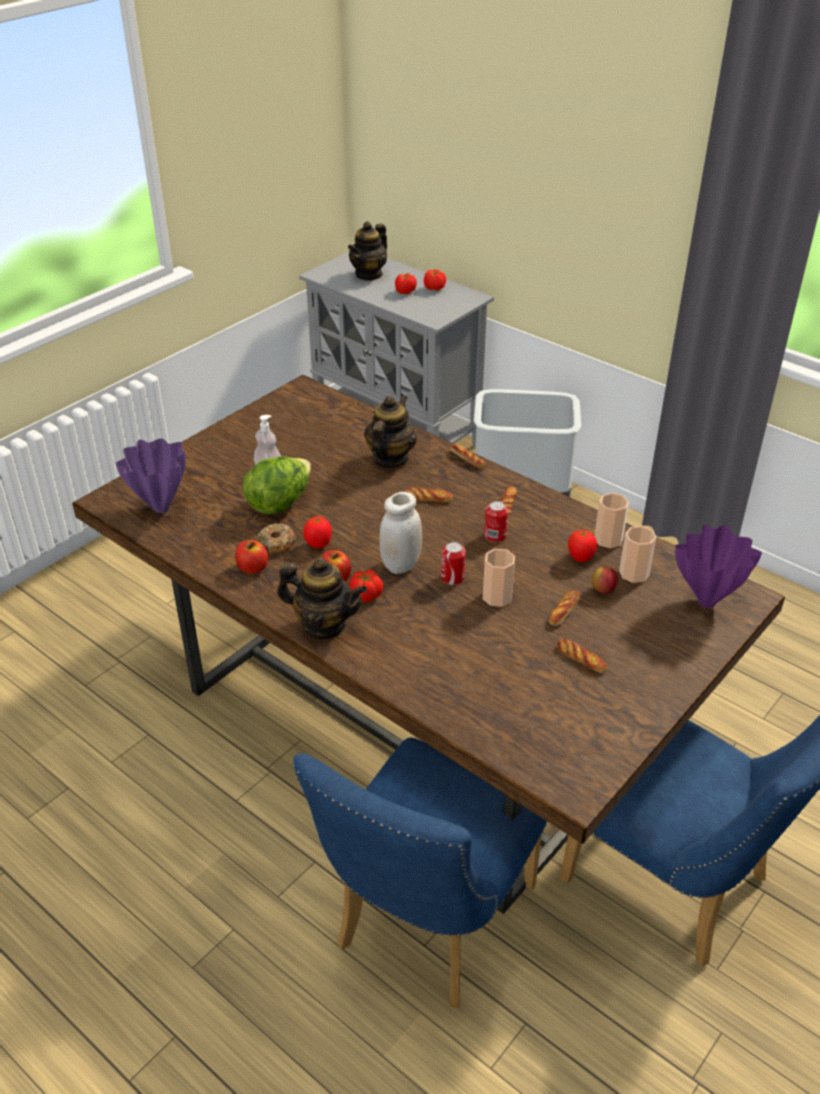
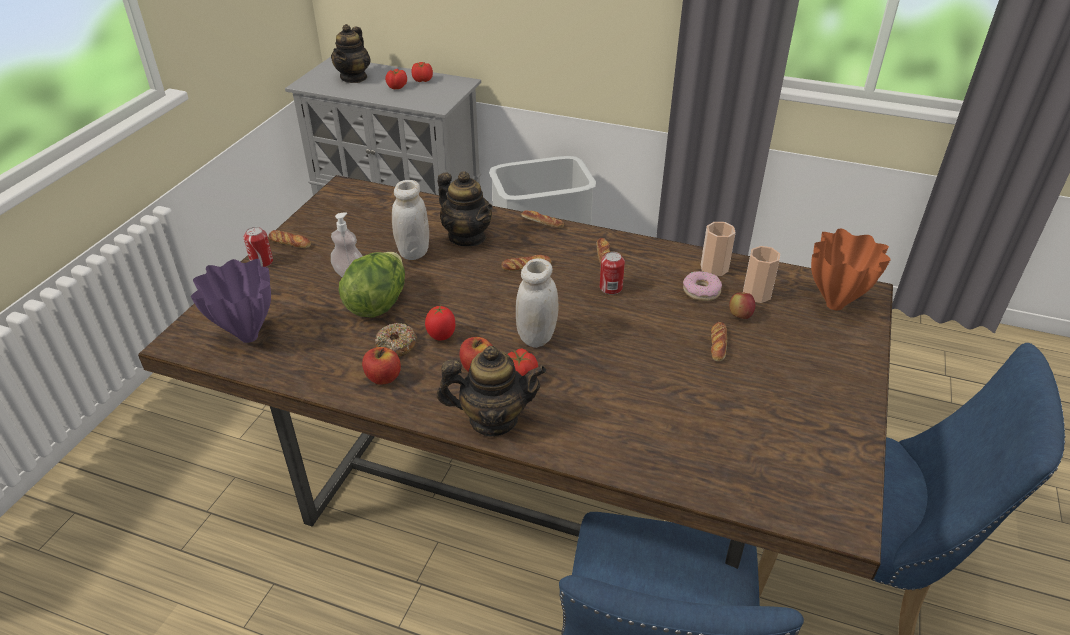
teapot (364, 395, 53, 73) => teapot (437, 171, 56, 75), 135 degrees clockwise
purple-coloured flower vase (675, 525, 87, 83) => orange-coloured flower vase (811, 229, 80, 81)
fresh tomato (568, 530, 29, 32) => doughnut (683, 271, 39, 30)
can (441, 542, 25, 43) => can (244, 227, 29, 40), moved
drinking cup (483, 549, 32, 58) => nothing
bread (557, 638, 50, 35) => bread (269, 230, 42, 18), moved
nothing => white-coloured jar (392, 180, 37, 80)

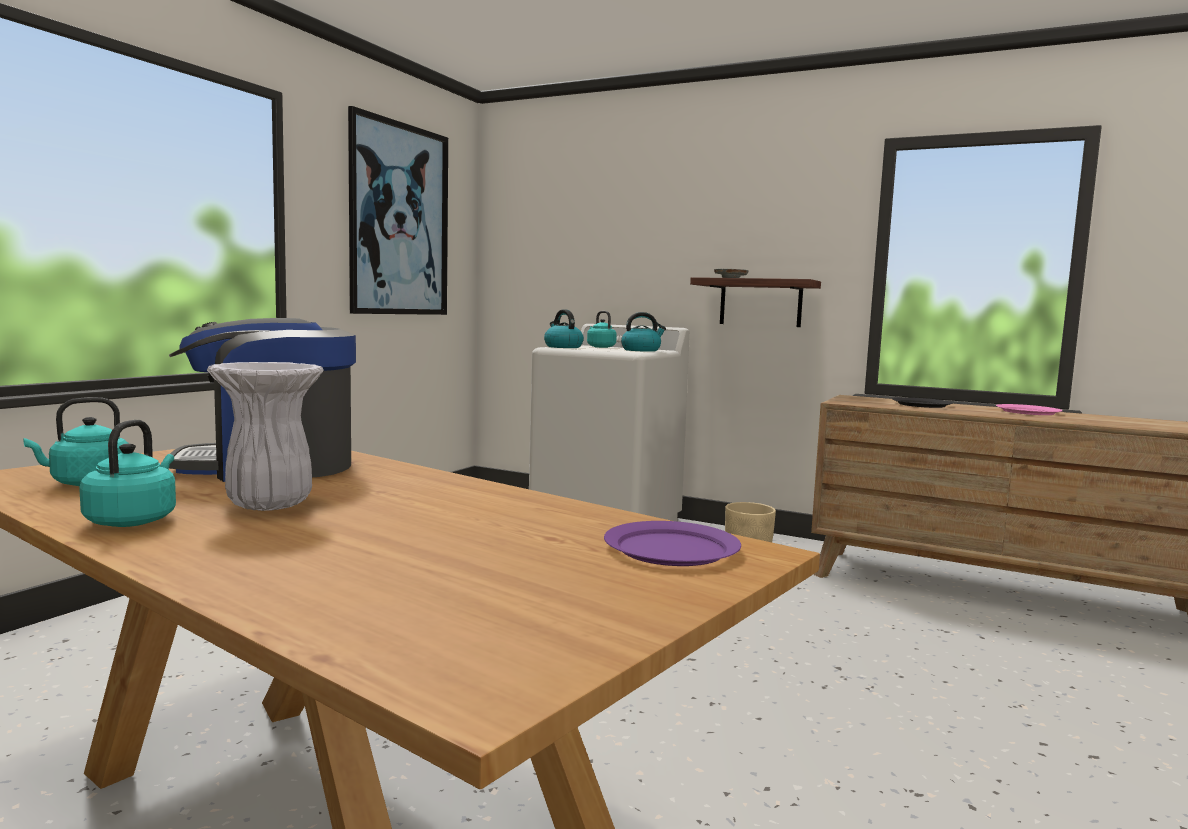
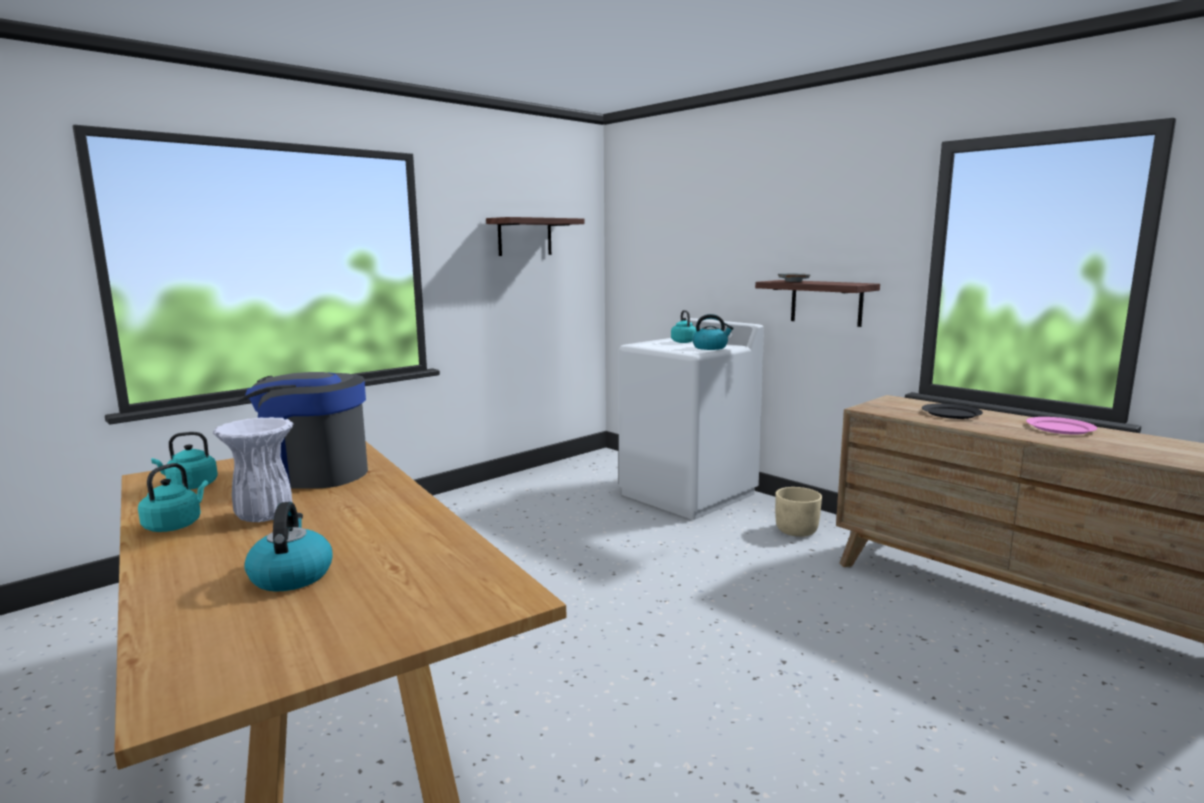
wall picture (348, 106, 100, 209) => wall shelf (486, 217, 99, 39)
tea kettle (544, 309, 40, 39) => tea kettle (244, 502, 88, 90), moved
purple-coloured flat dish (604, 521, 137, 45) => nothing

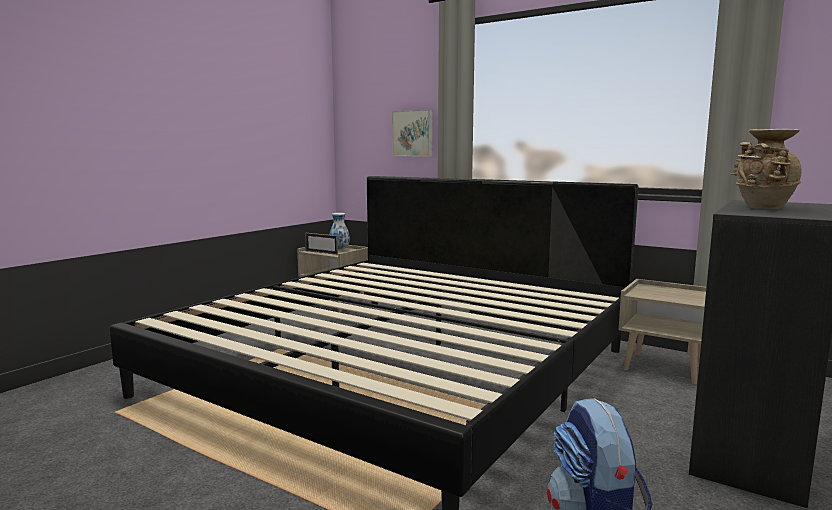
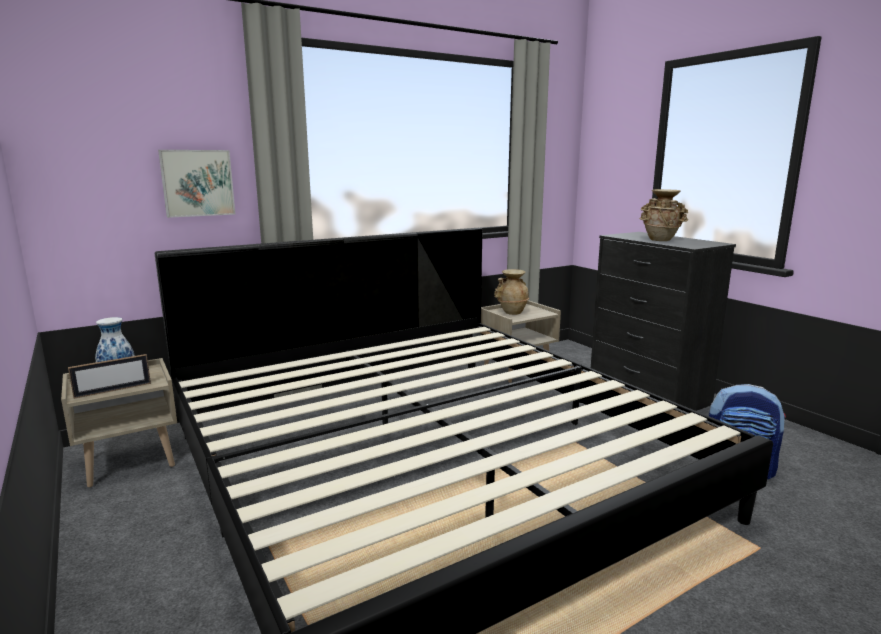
nothing => sand-coloured flower vase (494, 269, 35, 46)

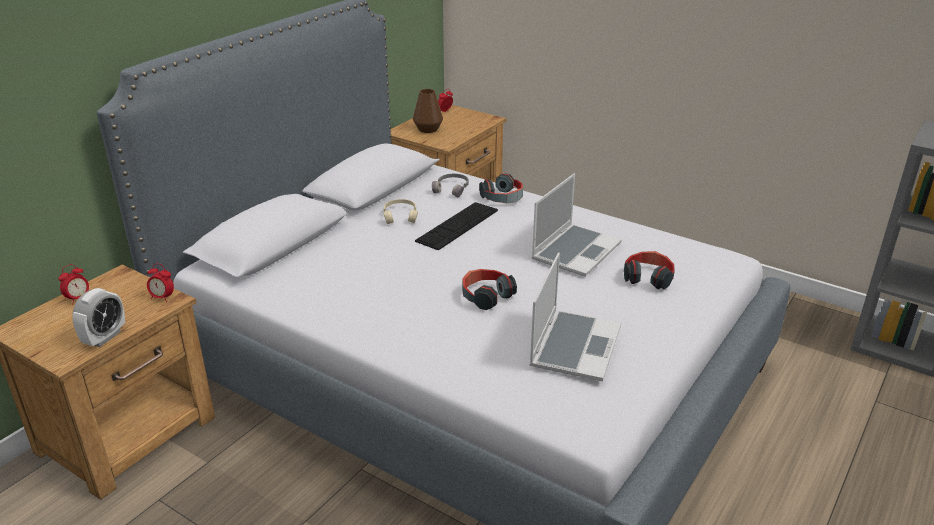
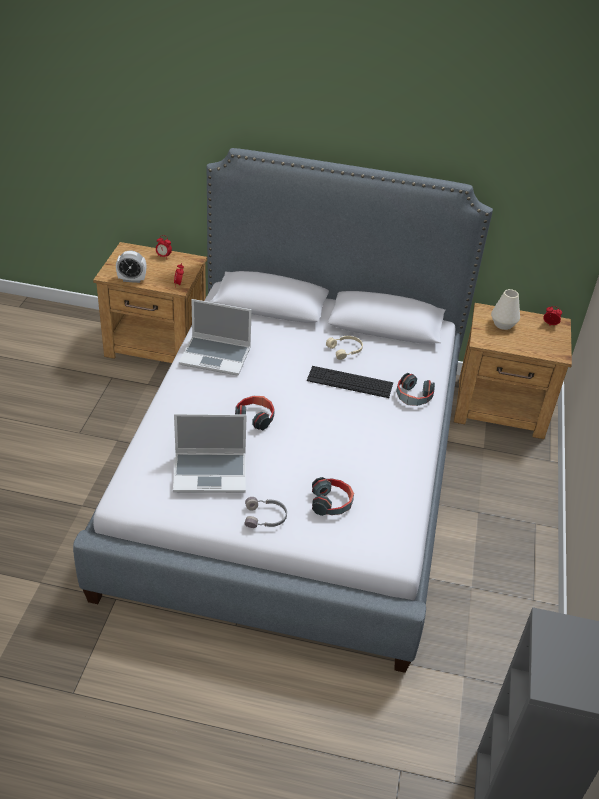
brown flower vase (413, 89, 30, 44) => white-coloured flower vase (491, 289, 29, 41)
notebook computer (532, 173, 90, 104) => notebook computer (179, 299, 73, 77), moved
gray headset (432, 174, 37, 24) => gray headset (244, 497, 43, 31), moved

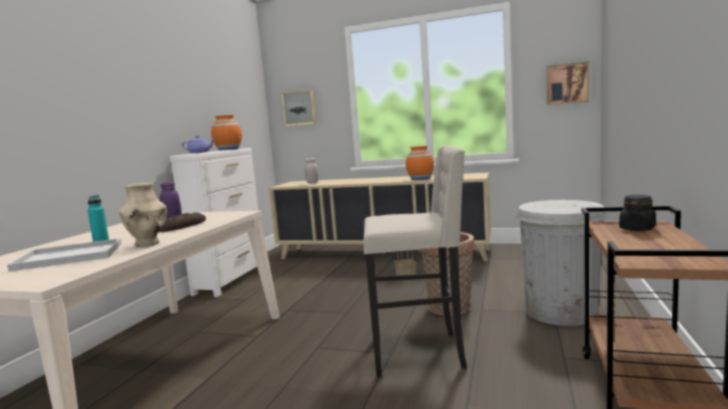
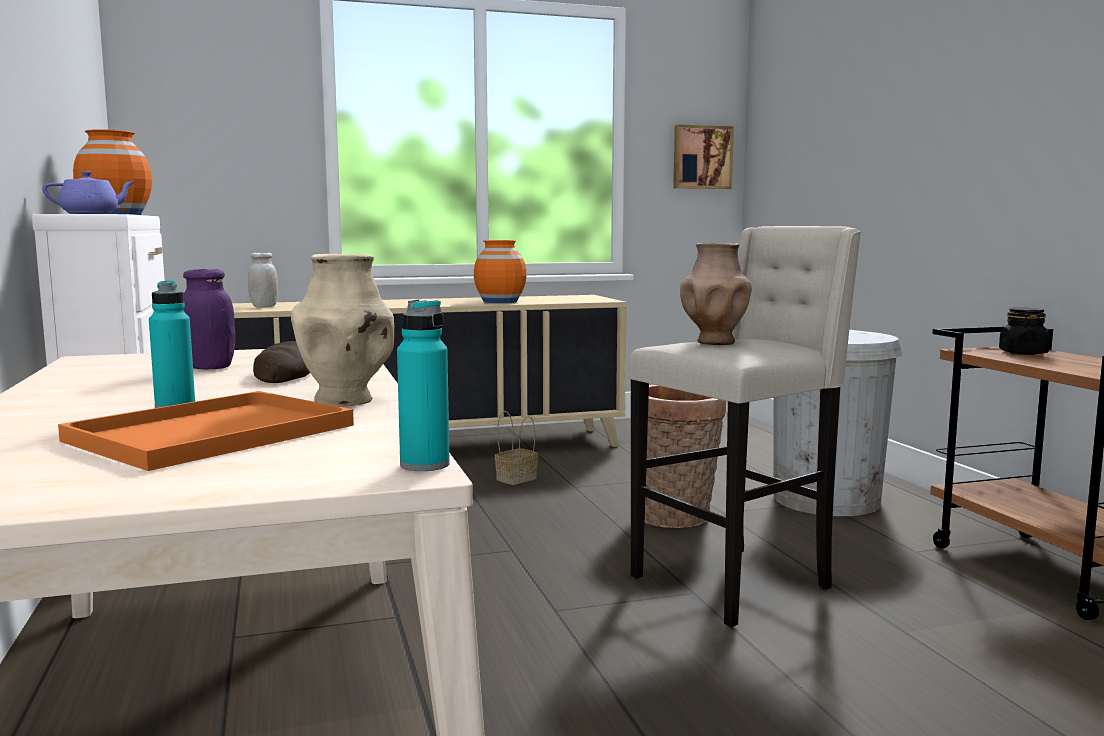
wall picture (282, 90, 34, 36) => nothing
white-coloured serving tray (7, 238, 115, 34) => orange-coloured serving tray (58, 391, 296, 80)
nothing => brown flower vase (680, 243, 72, 102)
nothing => turquoise-coloured beverage bottle (397, 300, 53, 171)

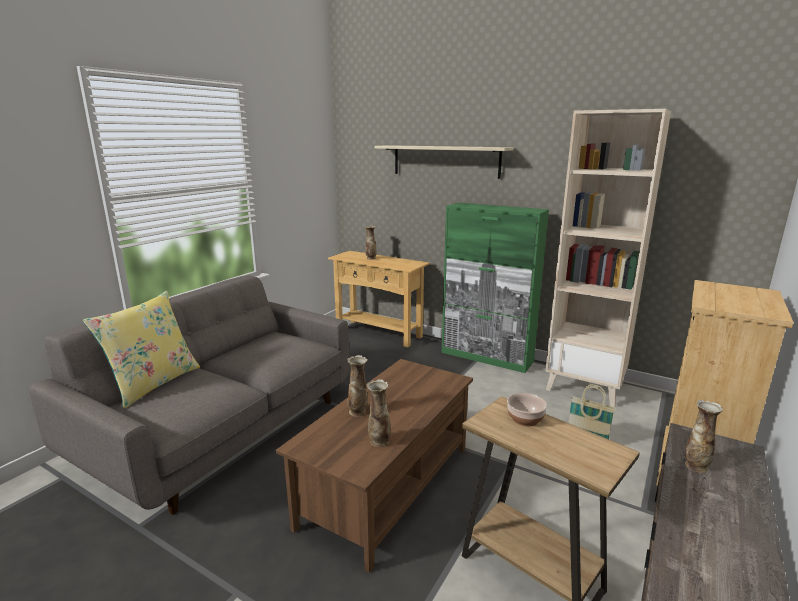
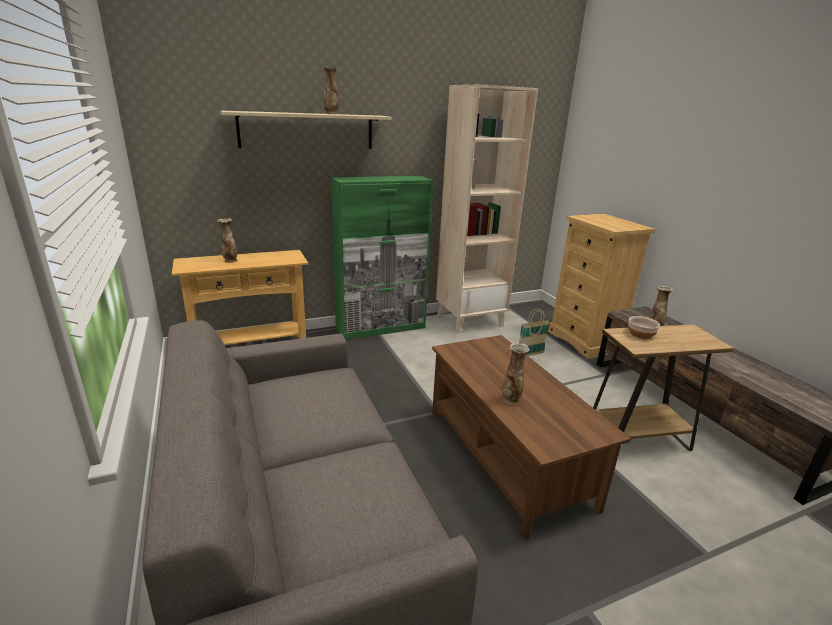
yellowish pillow (83, 291, 117, 118) => nothing
flower vase (367, 379, 24, 68) => flower vase (323, 67, 16, 47), moved

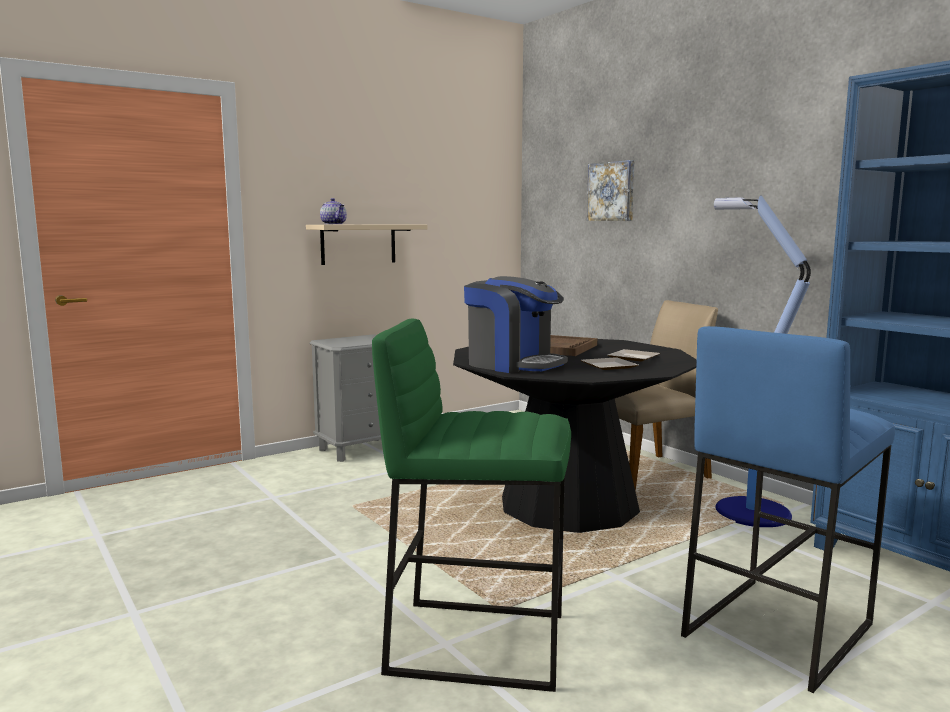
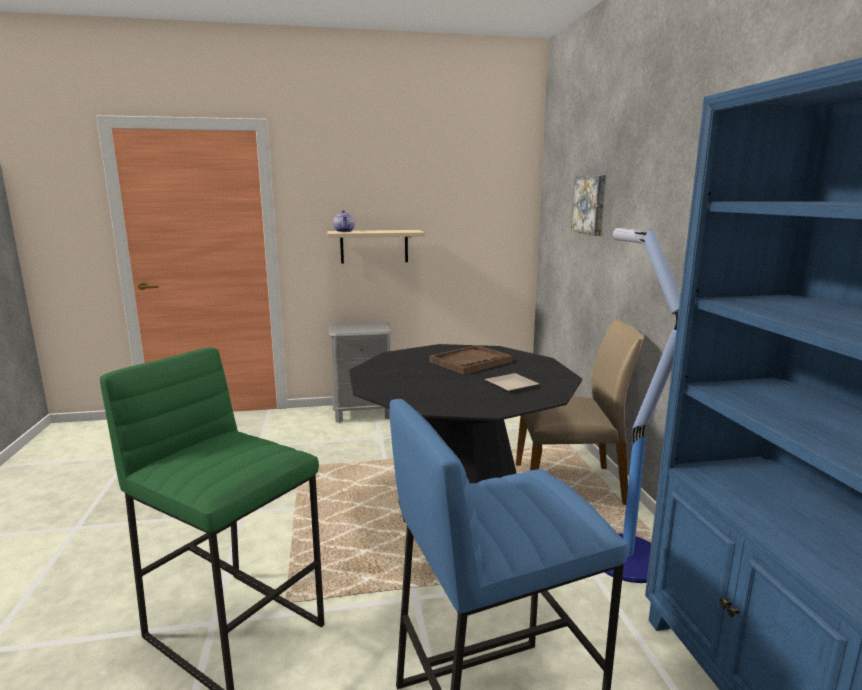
coffee brewer (464, 276, 104, 97) => nothing
flat dish (581, 357, 57, 13) => nothing

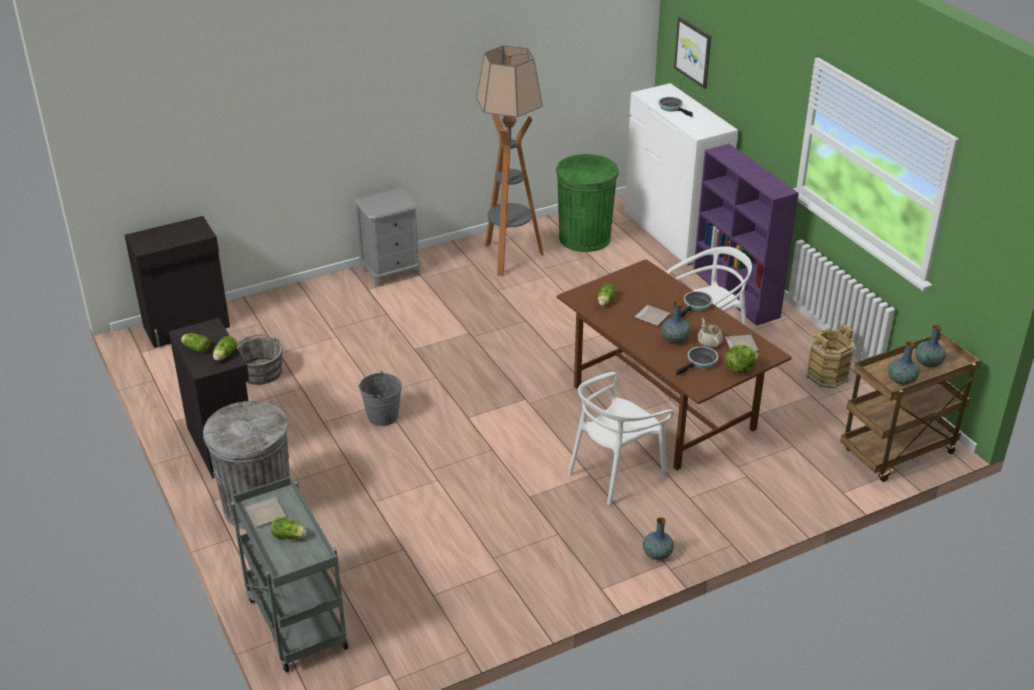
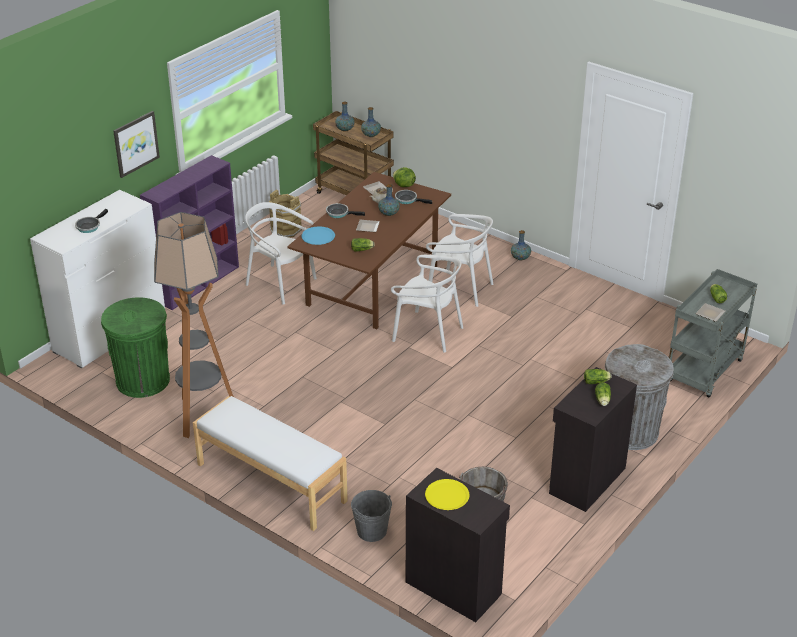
wall picture (674, 17, 37, 72) => wall picture (113, 111, 47, 67), moved
gray nightstand (354, 187, 67, 100) => white-coloured bench (193, 396, 155, 135)
gray bucket (358, 371, 44, 55) => gray bucket (351, 490, 41, 52), moved
nothing => bluish flat dish (302, 226, 33, 19)
nothing => white-coloured chair (391, 255, 72, 98)
nothing => yellowish flat dish (425, 479, 44, 31)

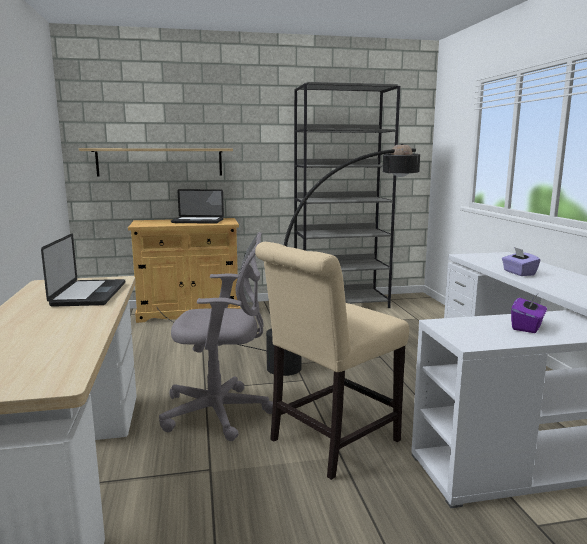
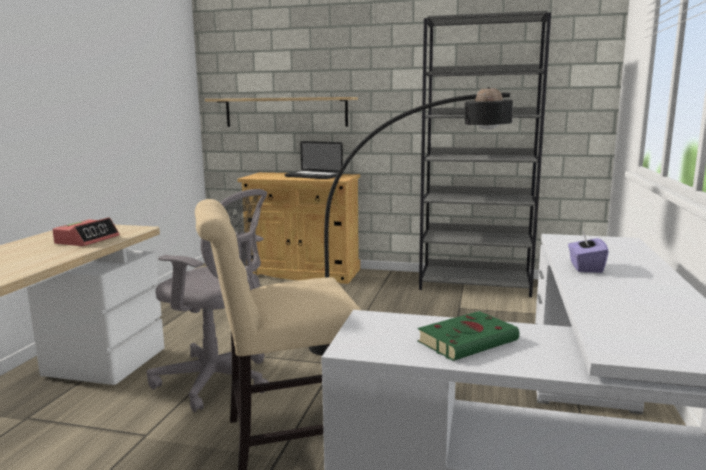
notebook computer (41, 234, 84, 73) => bedside clock (52, 217, 67, 29)
purple-coloured box of tissues (511, 294, 36, 39) => greenish book (417, 311, 102, 50)

